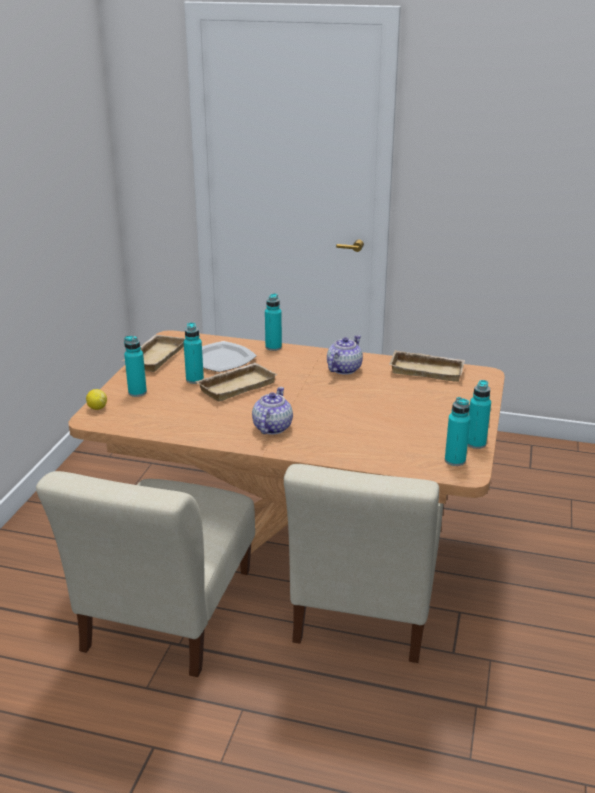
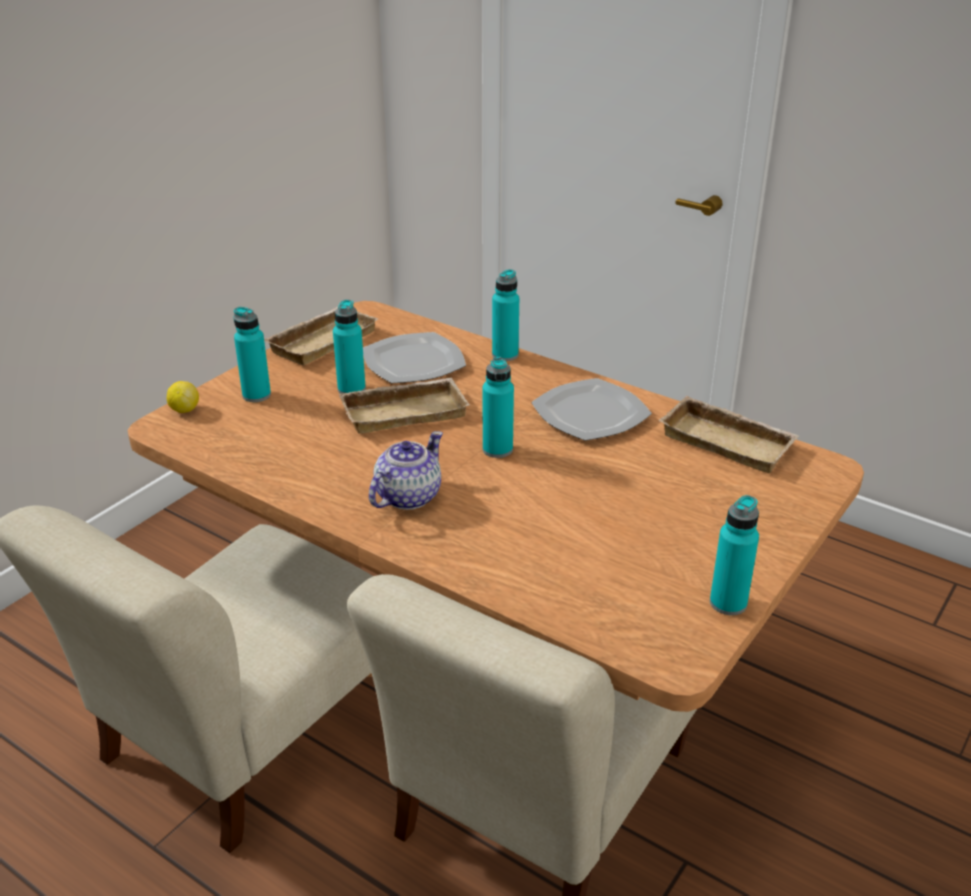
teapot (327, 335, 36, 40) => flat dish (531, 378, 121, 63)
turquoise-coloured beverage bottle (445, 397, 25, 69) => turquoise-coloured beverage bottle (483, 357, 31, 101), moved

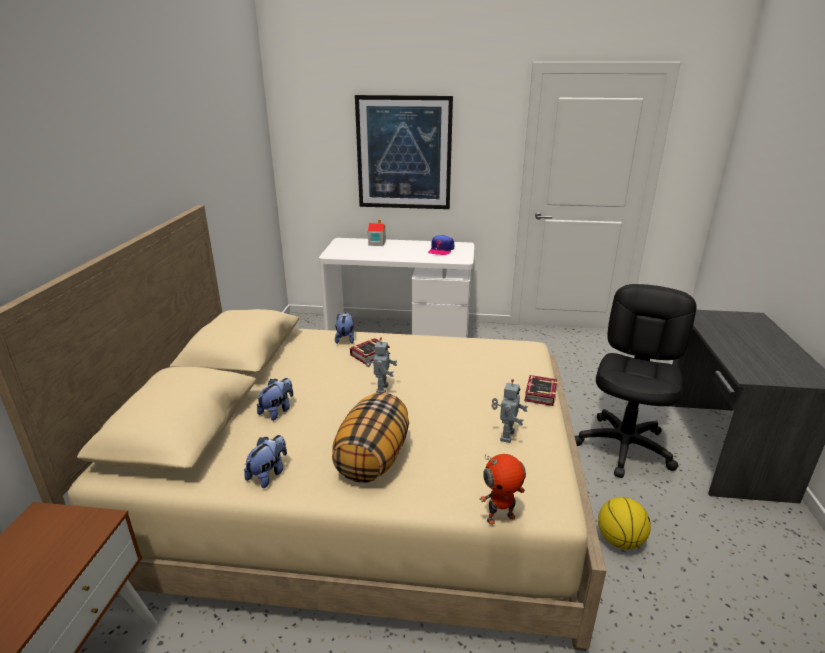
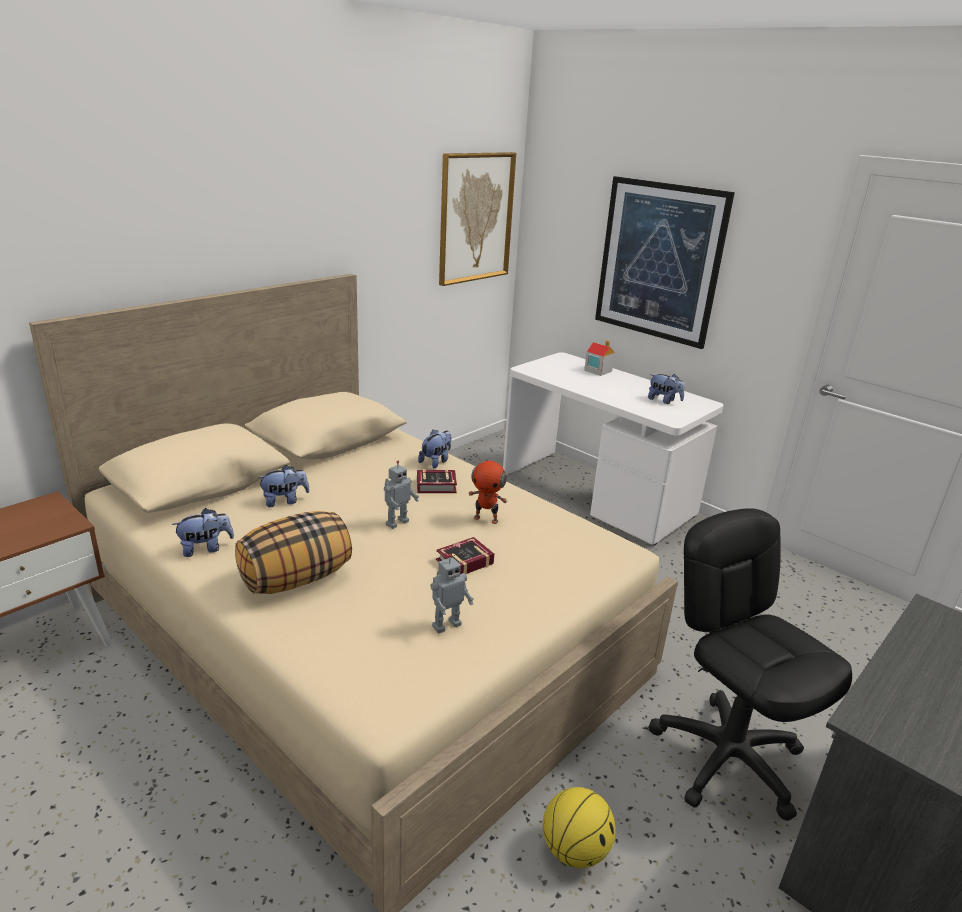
cap (428, 235, 26, 20) => plush toy (648, 374, 37, 30)
black computer chair (575, 284, 122, 194) => black computer chair (649, 508, 203, 313), 90 degrees counterclockwise
book (524, 375, 34, 31) => book (436, 537, 58, 38), moved
model robot (480, 454, 46, 71) => model robot (469, 454, 39, 70), moved
nothing => wall picture (439, 152, 77, 134)

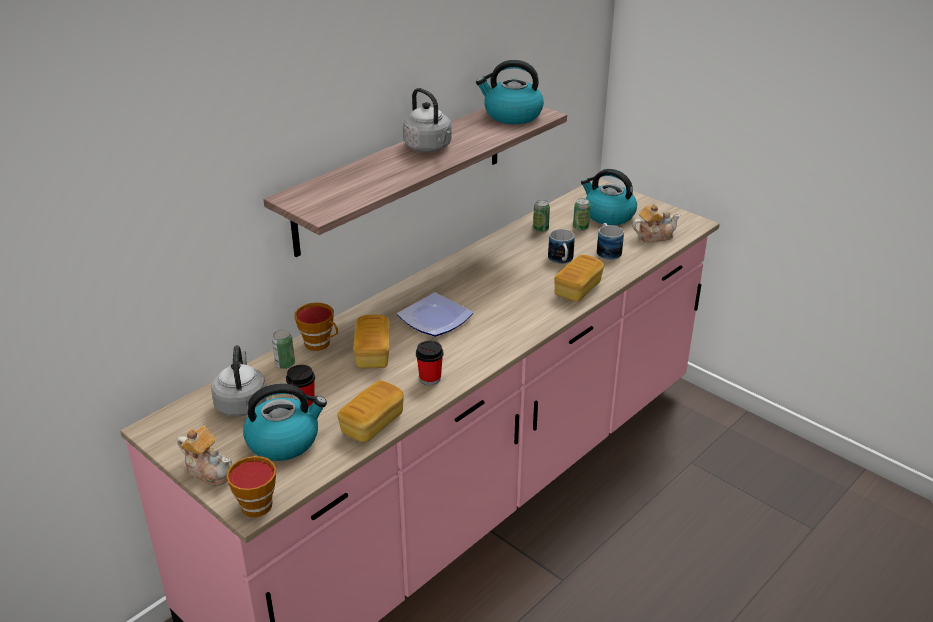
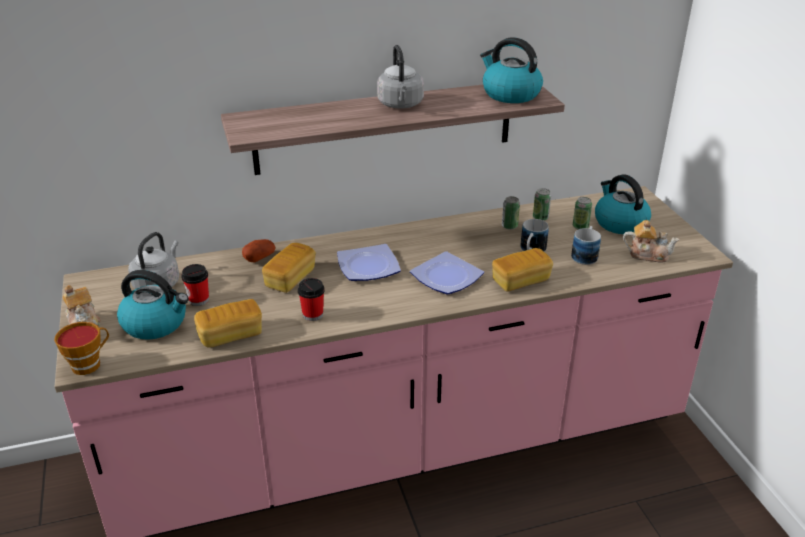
drinking cup (294, 303, 44, 48) => potato (242, 239, 34, 24)
can (272, 330, 23, 39) => can (502, 196, 18, 34), moved
nothing => flat dish (410, 251, 74, 43)

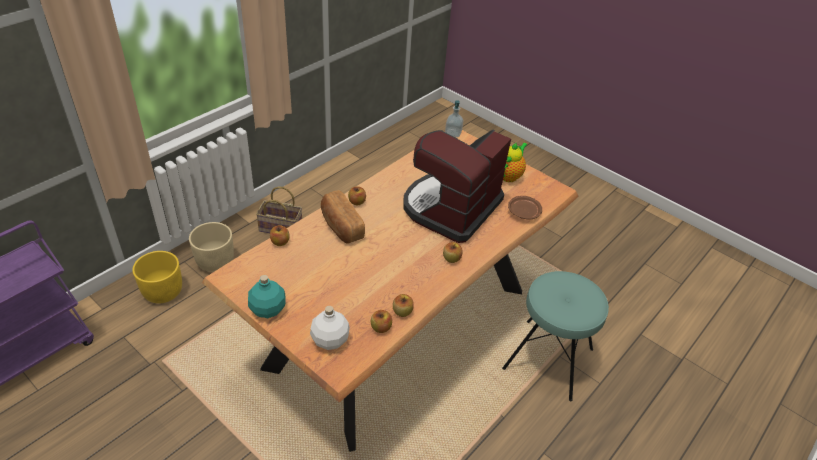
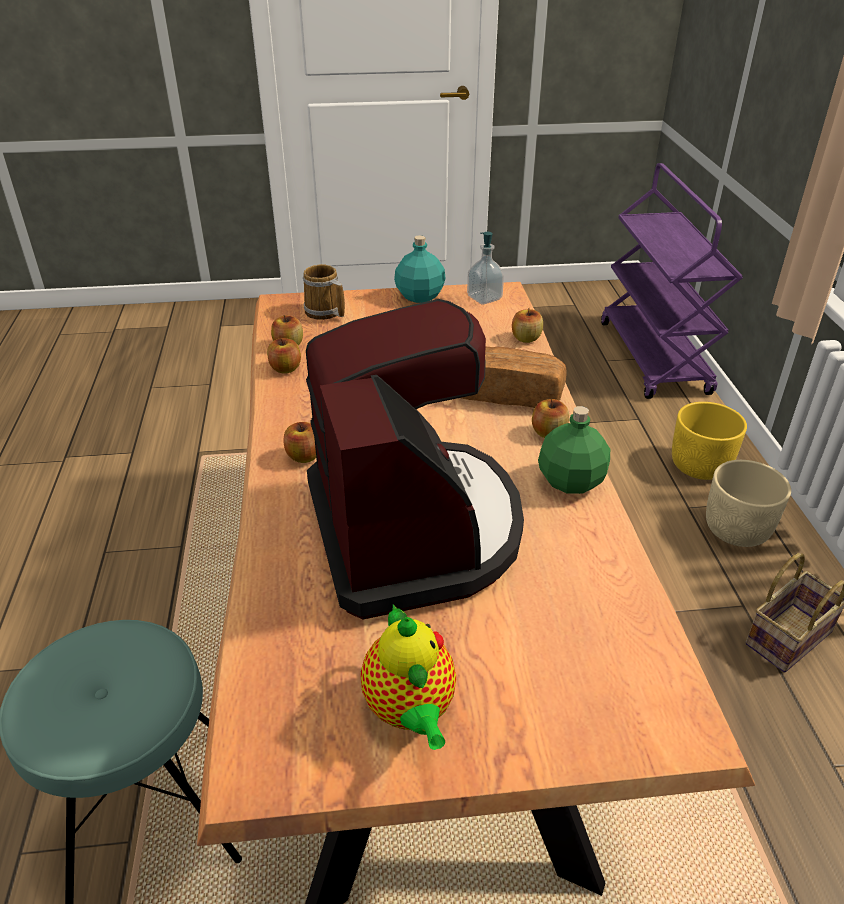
liquid soap bottle (445, 100, 19, 38) => liquid soap bottle (467, 232, 37, 72), moved
brown flat dish (508, 196, 34, 23) => nothing
white-coloured beverage bottle (310, 306, 40, 44) => coffee mug (303, 264, 42, 56)
nothing => greenish beverage bottle (538, 406, 72, 88)

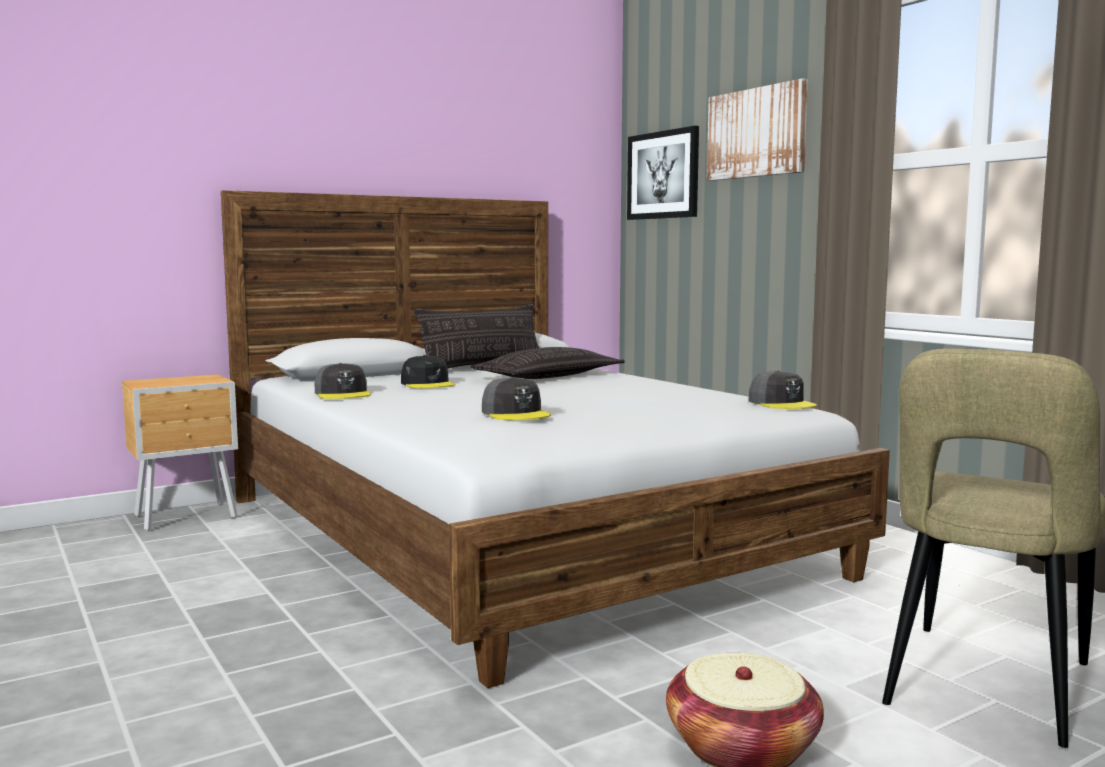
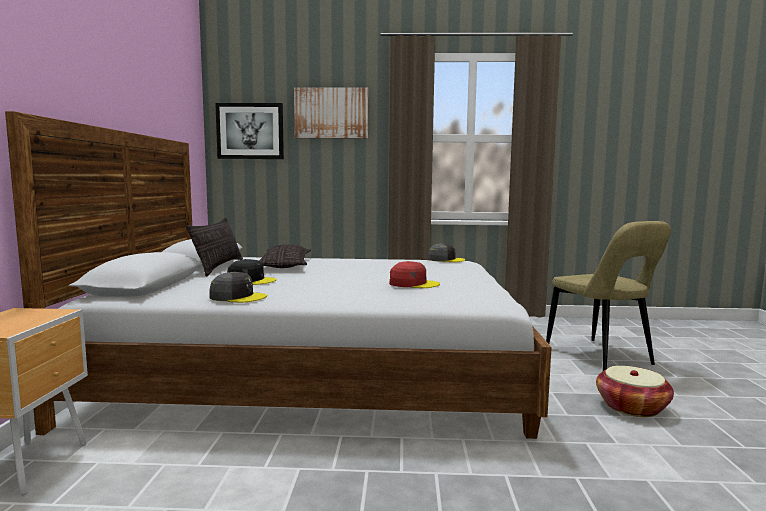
gray cap (482, 377, 69, 43) => red-coloured cap (389, 261, 51, 27)

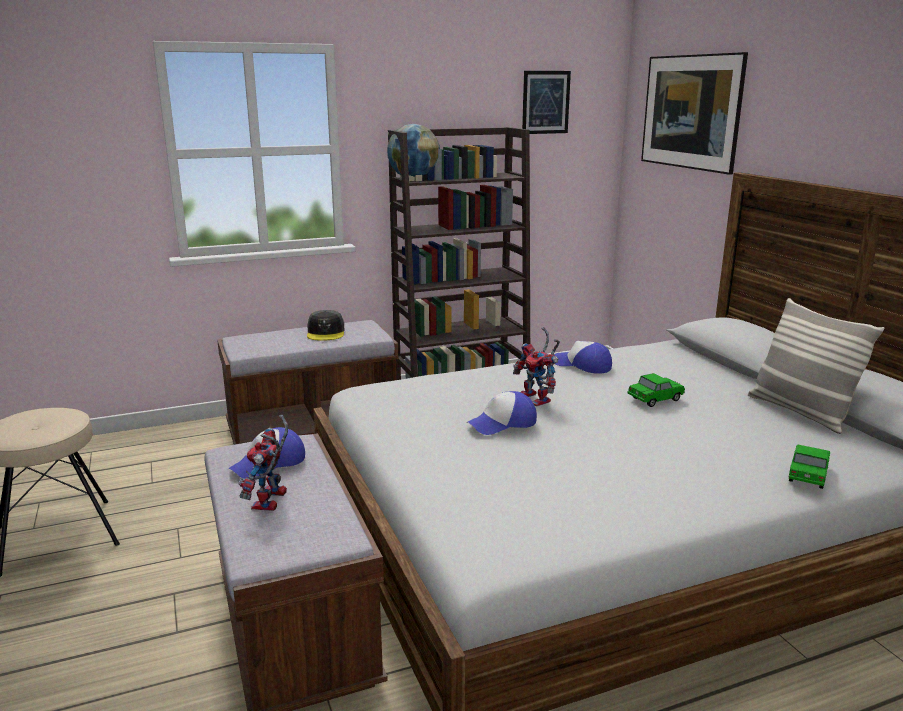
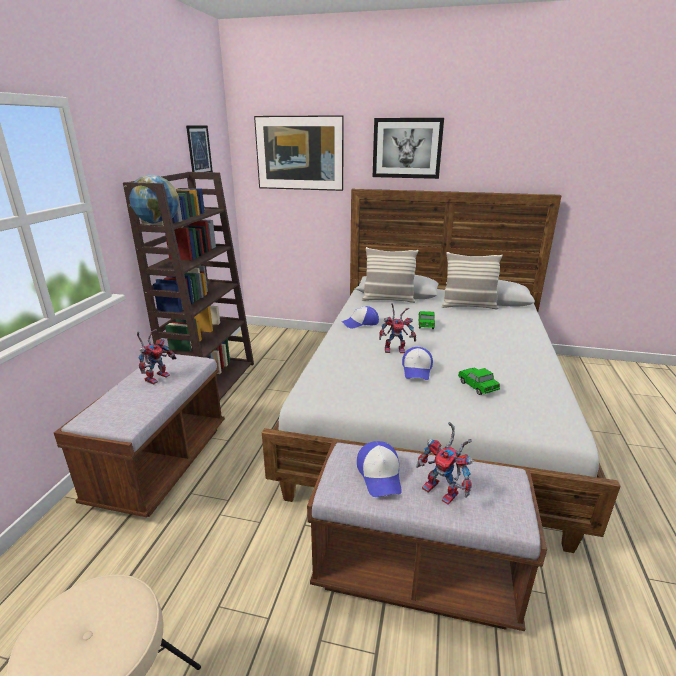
gray cap (307, 310, 37, 31) => model robot (137, 329, 40, 56)
toy car (788, 445, 42, 44) => toy car (458, 367, 42, 28), moved
nothing => wall picture (373, 118, 71, 61)
nothing => pillow (362, 247, 56, 56)

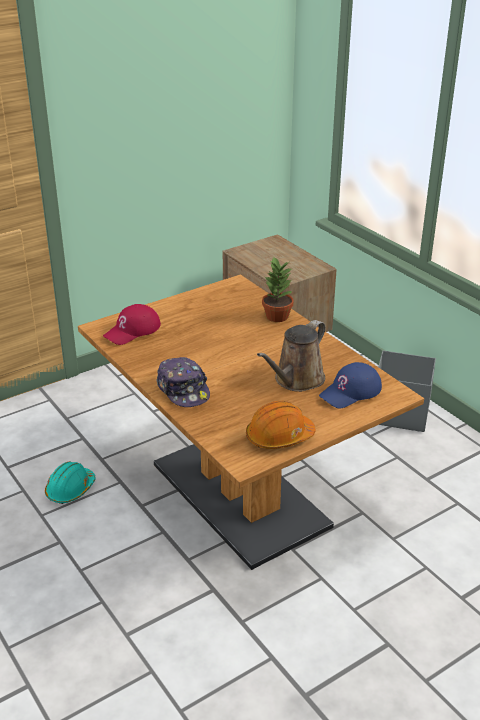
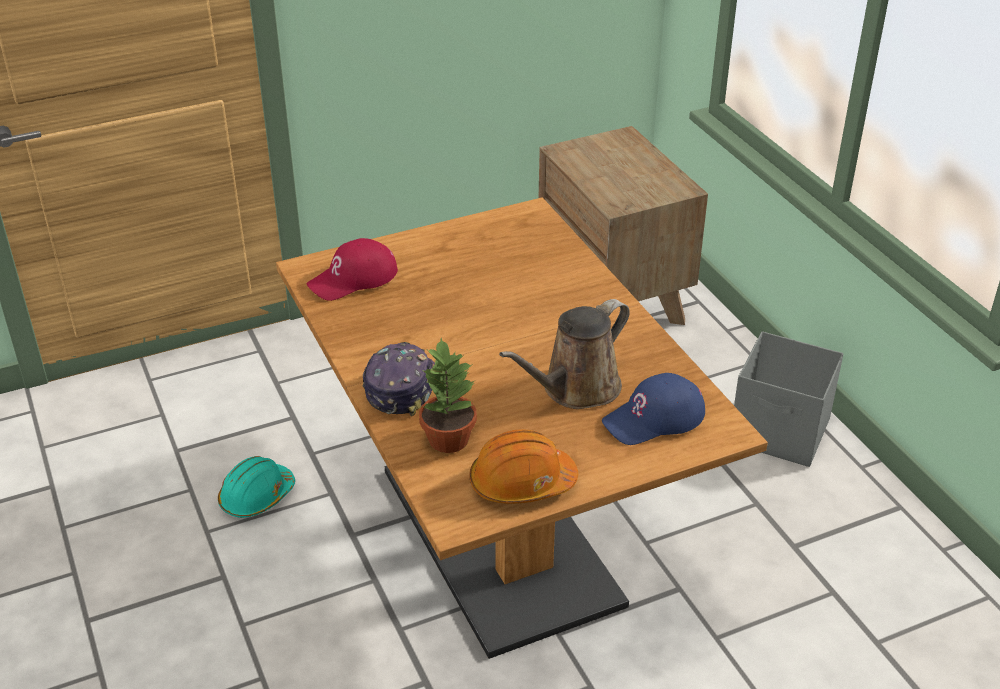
houseplant (262, 256, 32, 66) => houseplant (419, 338, 58, 115), moved
cap (157, 357, 53, 50) => cap (362, 342, 73, 74), 150 degrees counterclockwise

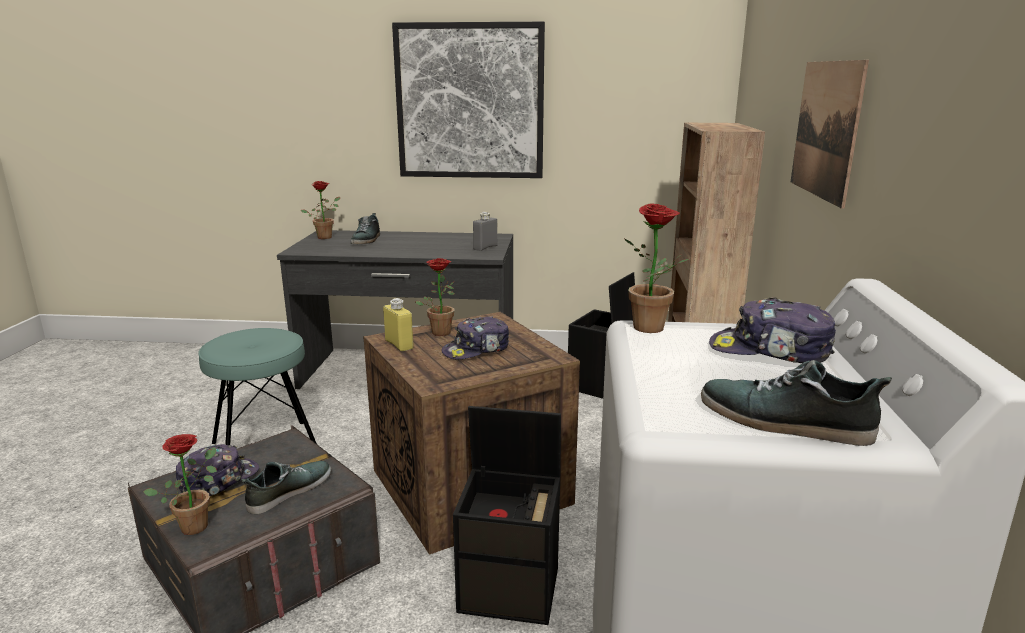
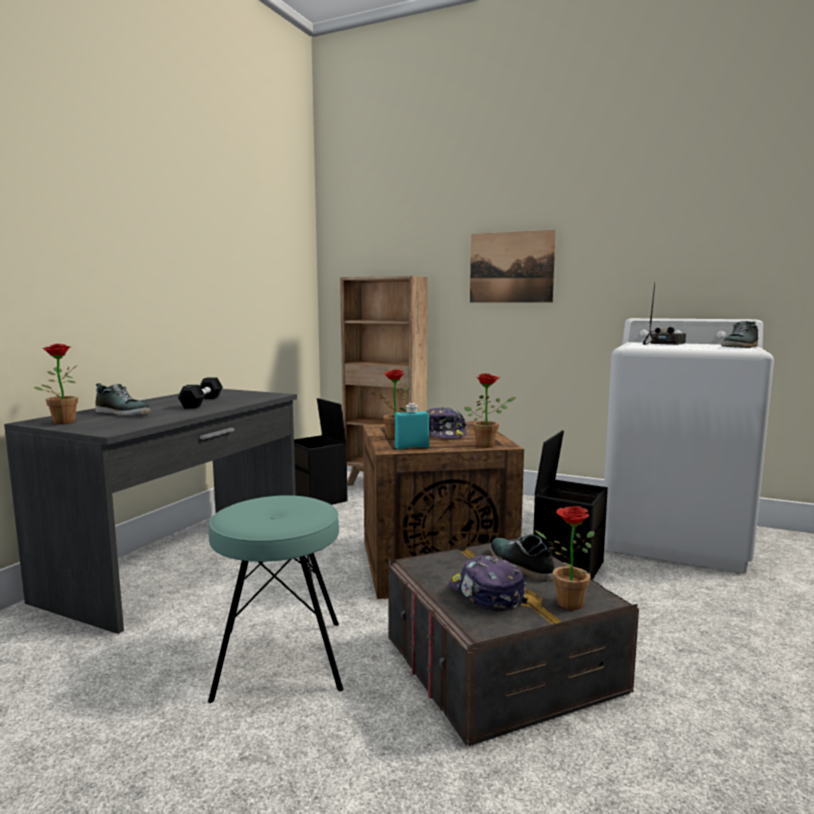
wall picture (392, 22, 153, 156) => nothing
houseplant (625, 203, 64, 130) => houseplant (464, 373, 52, 75), moved
gray beverage bottle (473, 212, 25, 39) => nothing
cap (709, 297, 127, 66) => radio (643, 284, 43, 61)
yellowish beverage bottle (383, 298, 31, 53) => turquoise-coloured beverage bottle (395, 403, 34, 47)
nothing => black dumbbell (178, 377, 45, 31)

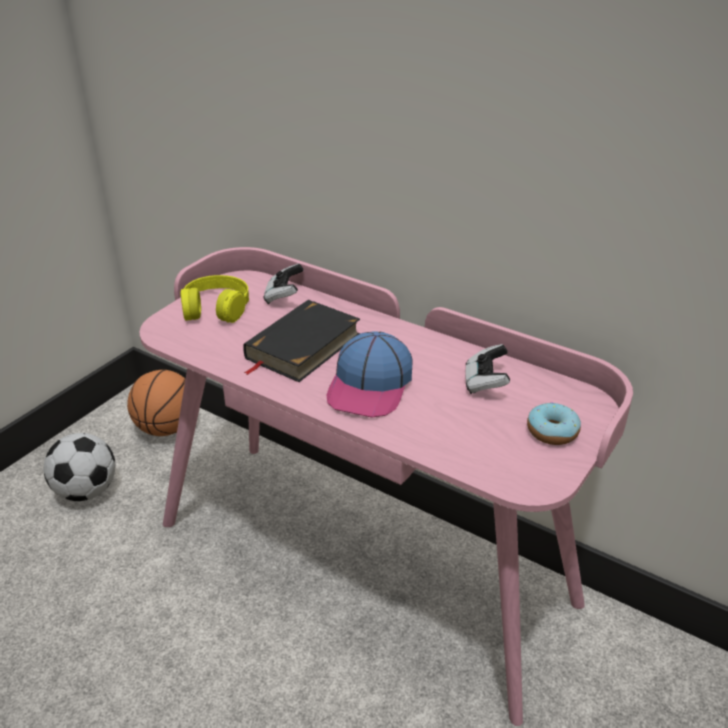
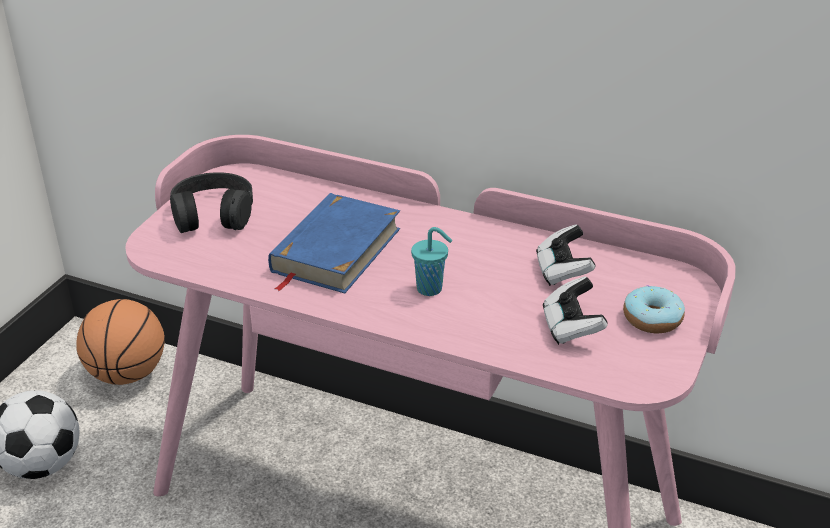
game controller (264, 263, 40, 41) => game controller (543, 276, 65, 69), moved
yellowish headset (180, 275, 69, 48) => black headset (170, 172, 83, 61)
black book (243, 300, 117, 82) => bluish book (268, 193, 132, 100)
cap (326, 331, 87, 87) => turquoise-coloured drinking cup (411, 227, 41, 69)

